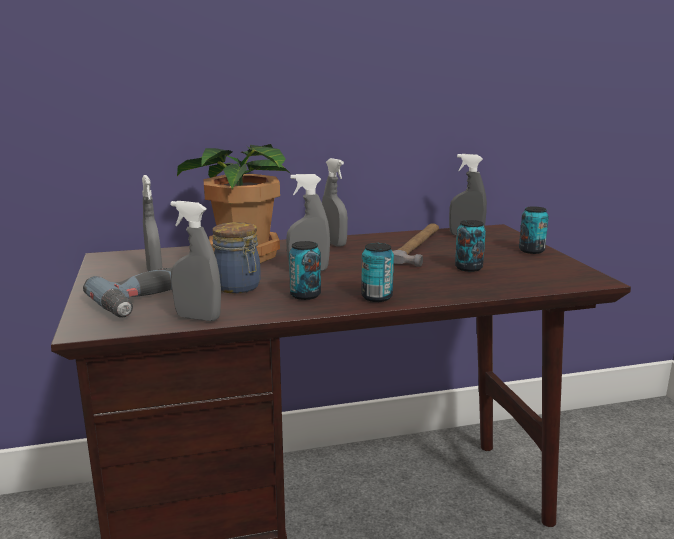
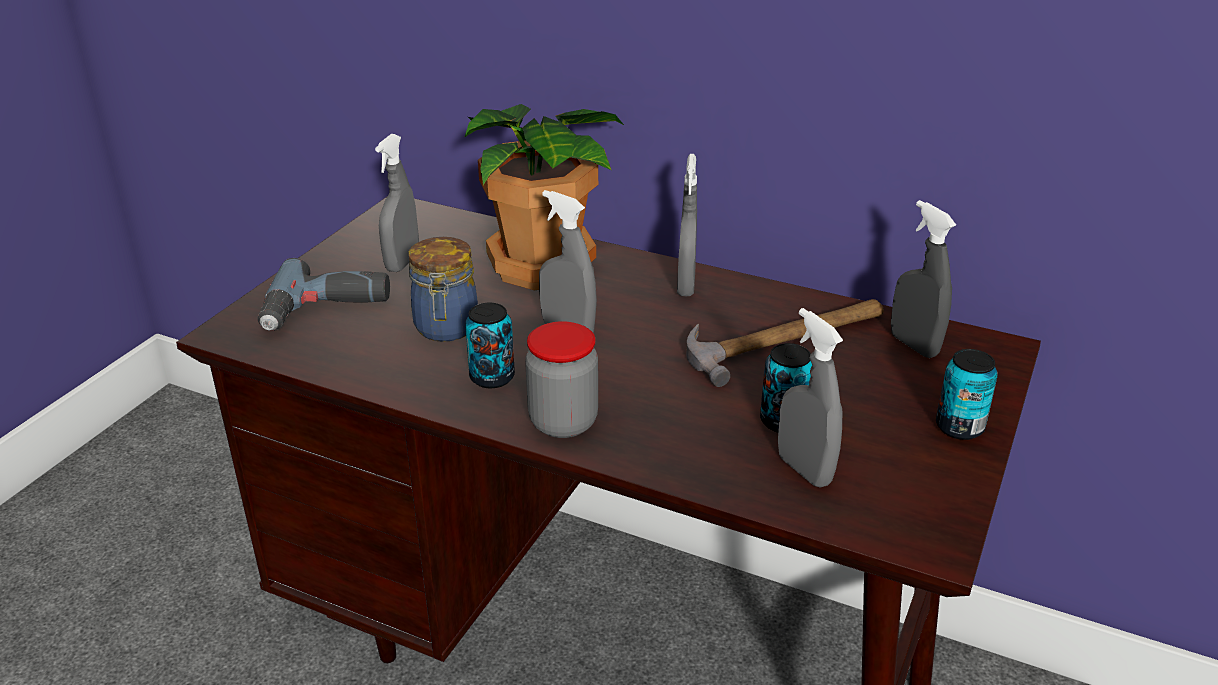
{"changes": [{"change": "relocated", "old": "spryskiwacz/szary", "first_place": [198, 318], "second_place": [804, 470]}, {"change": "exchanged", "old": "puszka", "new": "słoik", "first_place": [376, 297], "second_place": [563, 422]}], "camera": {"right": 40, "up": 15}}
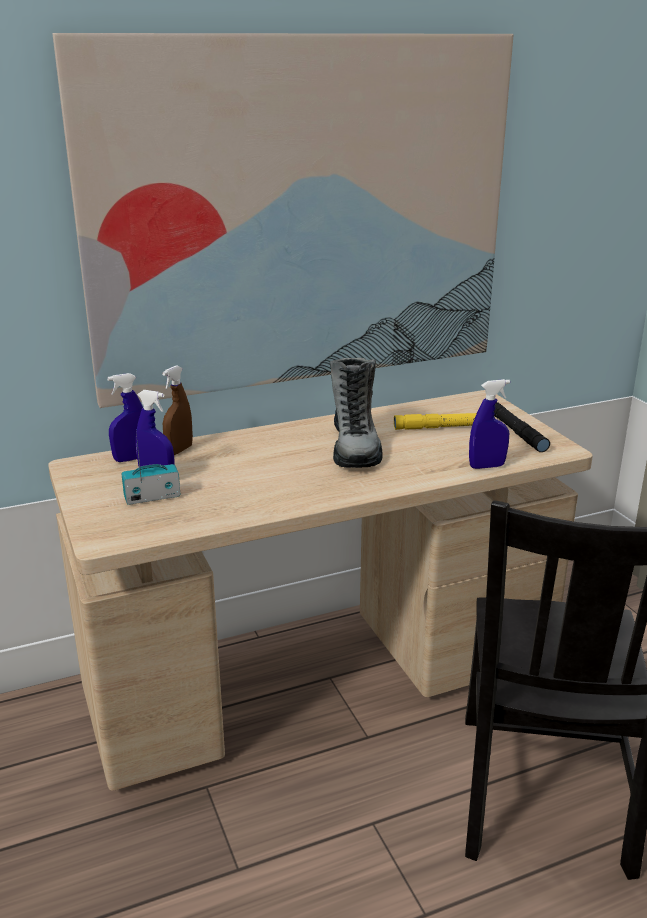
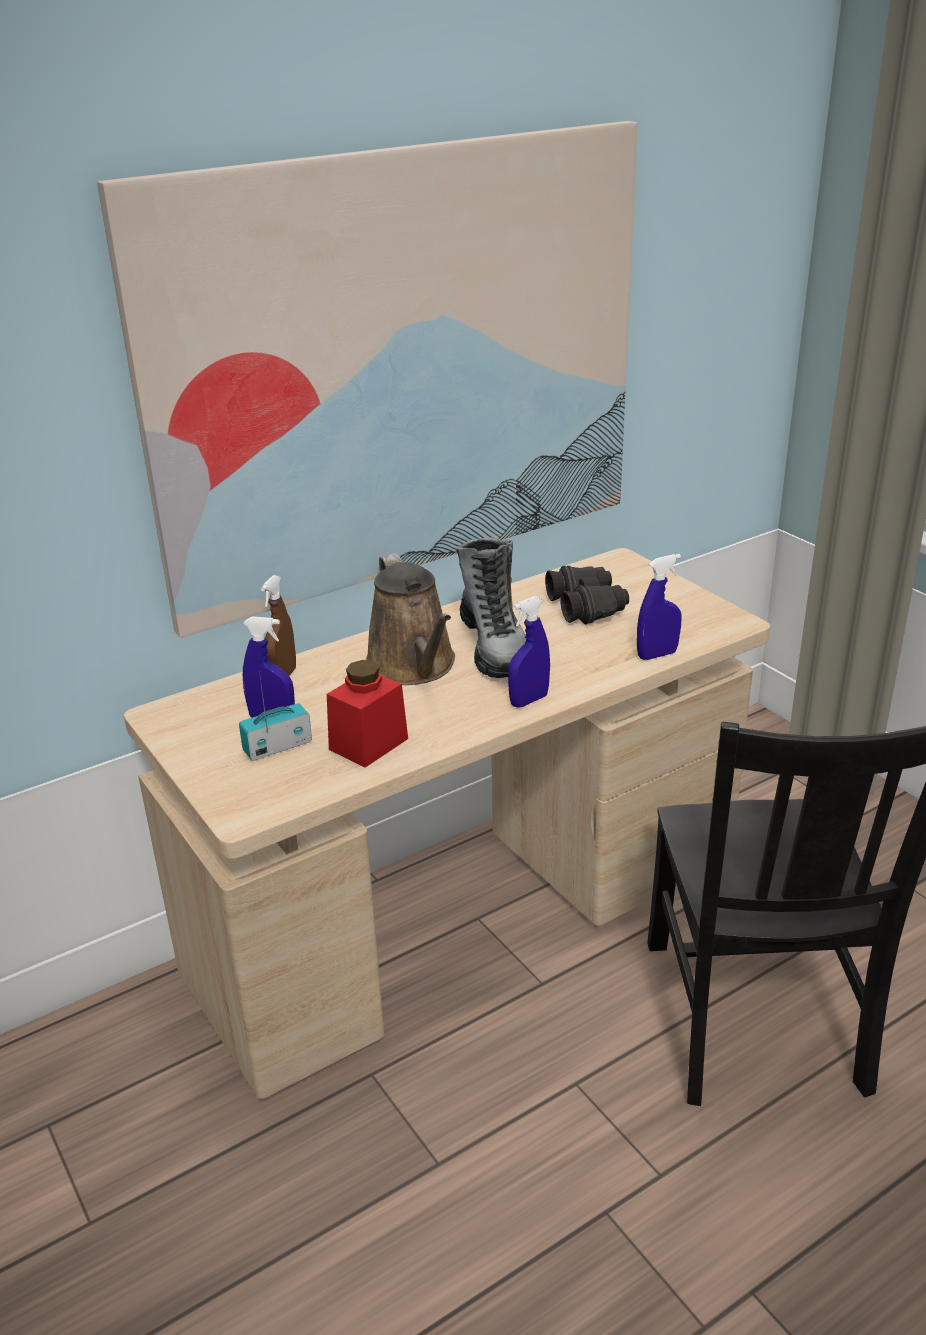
{"changes": [{"change": "relocated", "old": "spryskiwacz/niebieski", "first_place": [131, 459], "second_place": [529, 700]}, {"change": "exchanged", "old": "latarka/żółty", "new": "lornetka/czarny", "first_place": [441, 427], "second_place": [587, 607]}, {"change": "missing", "old": "latarka/czarny", "first_place": [517, 432]}, {"change": "appeared", "new": "słoik/czerwony", "second_place": [368, 744]}, {"change": "appeared", "new": "konewka/brązowy", "second_place": [414, 667]}], "camera": {"right": -10, "up": 5}}
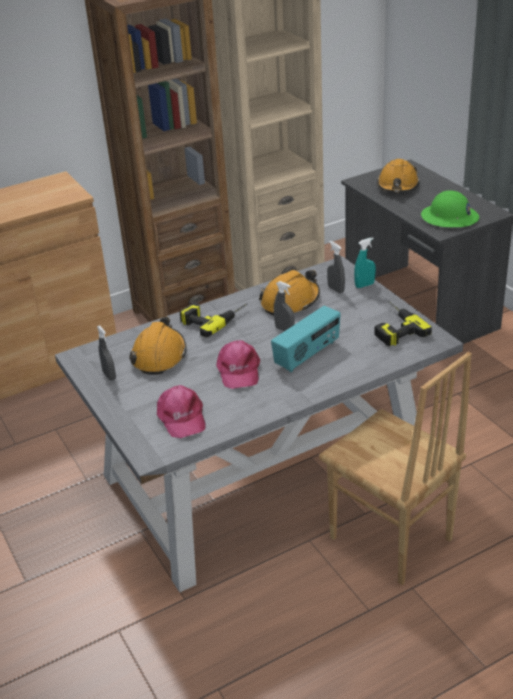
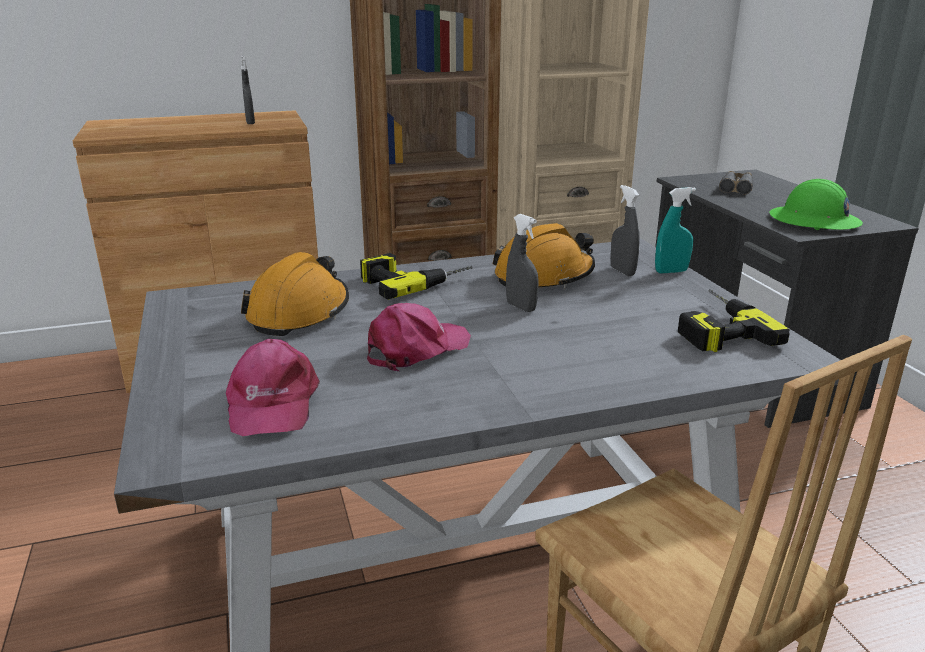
{"changes": [{"change": "relocated", "old": "spryskiwacz/szary", "first_place": [109, 376], "second_place": [250, 123]}, {"change": "spun", "old": "czapka z daszkiem/różowy", "first_place": [238, 370], "second_place": [416, 349], "degrees": -135}, {"change": "missing", "old": "radio", "first_place": [307, 355]}, {"change": "exchanged", "old": "kask/pomarańczowy", "new": "lornetka/szary", "first_place": [398, 186], "second_place": [736, 188]}], "camera": {"right": 10, "up": -10}}
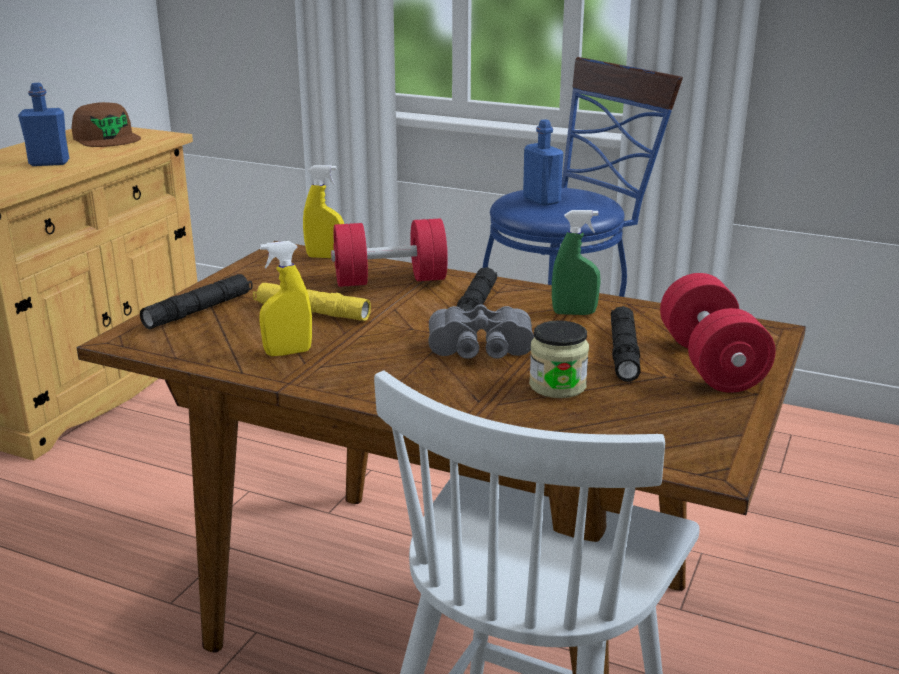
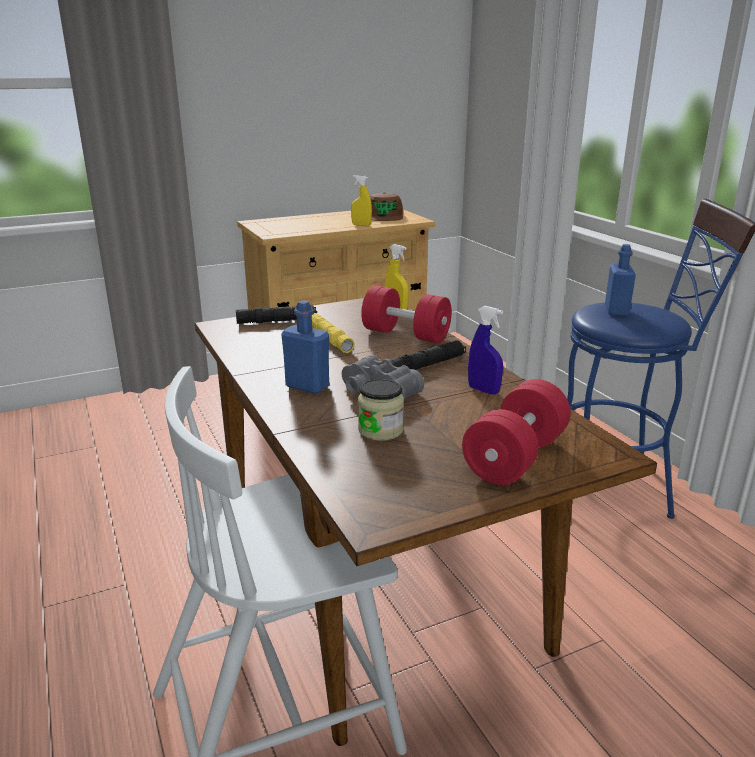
{"changes": [{"change": "relocated", "old": "butelka/niebieski", "first_place": [49, 163], "second_place": [307, 386]}, {"change": "relocated", "old": "spryskiwacz/żółty", "first_place": [288, 352], "second_place": [361, 225]}, {"change": "colour", "old": "spryskiwacz/zielony", "new": "spryskiwacz/niebieski", "first_place": [574, 313], "second_place": [483, 390]}, {"change": "missing", "old": "latarka/czarny", "first_place": [623, 352]}], "camera": {"right": 40, "up": 0}}
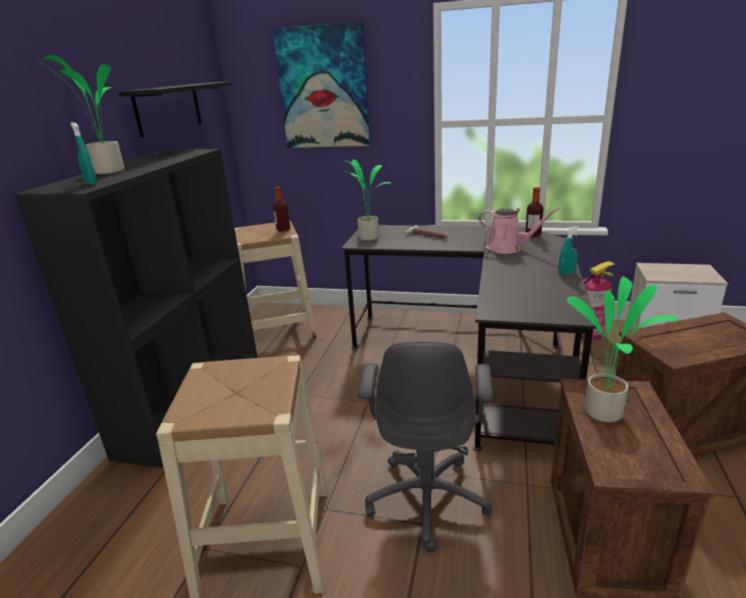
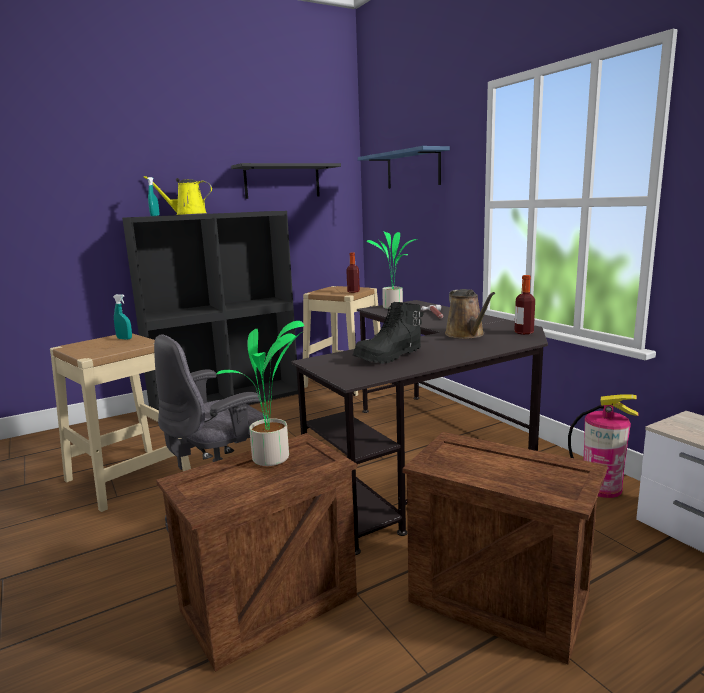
{"changes": [{"change": "exchanged", "old": "roślina doniczkowa", "new": "konewka/żółty", "first_place": [107, 172], "second_place": [187, 214]}, {"change": "exchanged", "old": "obraz", "new": "półka/niebieski", "first_place": [323, 88], "second_place": [413, 169]}, {"change": "colour", "old": "konewka/różowy", "new": "konewka/brązowy", "first_place": [508, 248], "second_place": [466, 335]}, {"change": "relocated", "old": "spryskiwacz/turkusowy", "first_place": [567, 273], "second_place": [124, 339]}, {"change": "appeared", "new": "but z cholewką/czarny", "second_place": [389, 357]}], "camera": {"right": 45, "up": -10}}
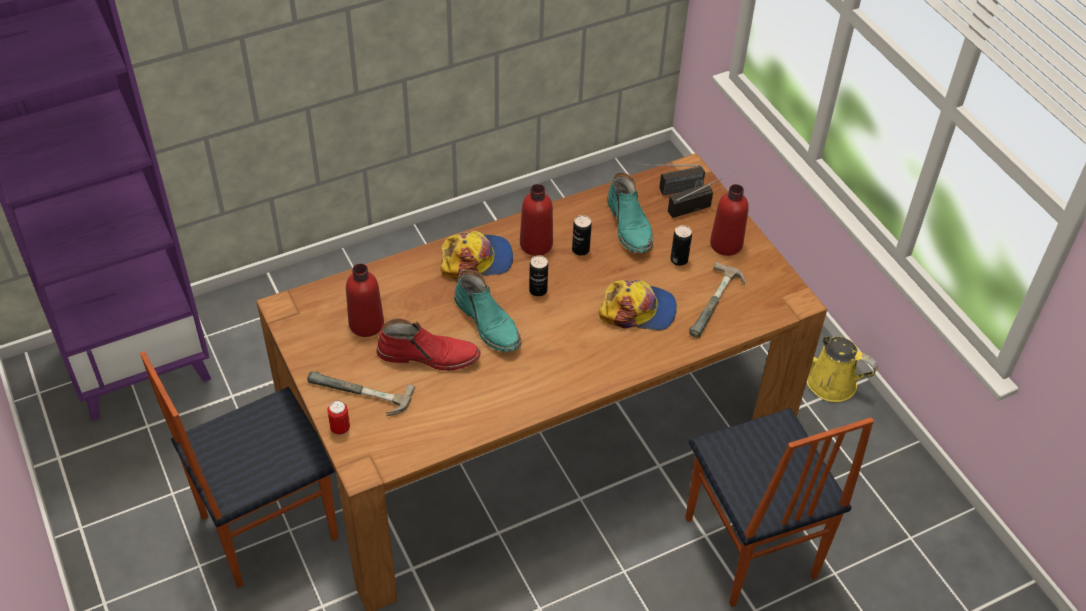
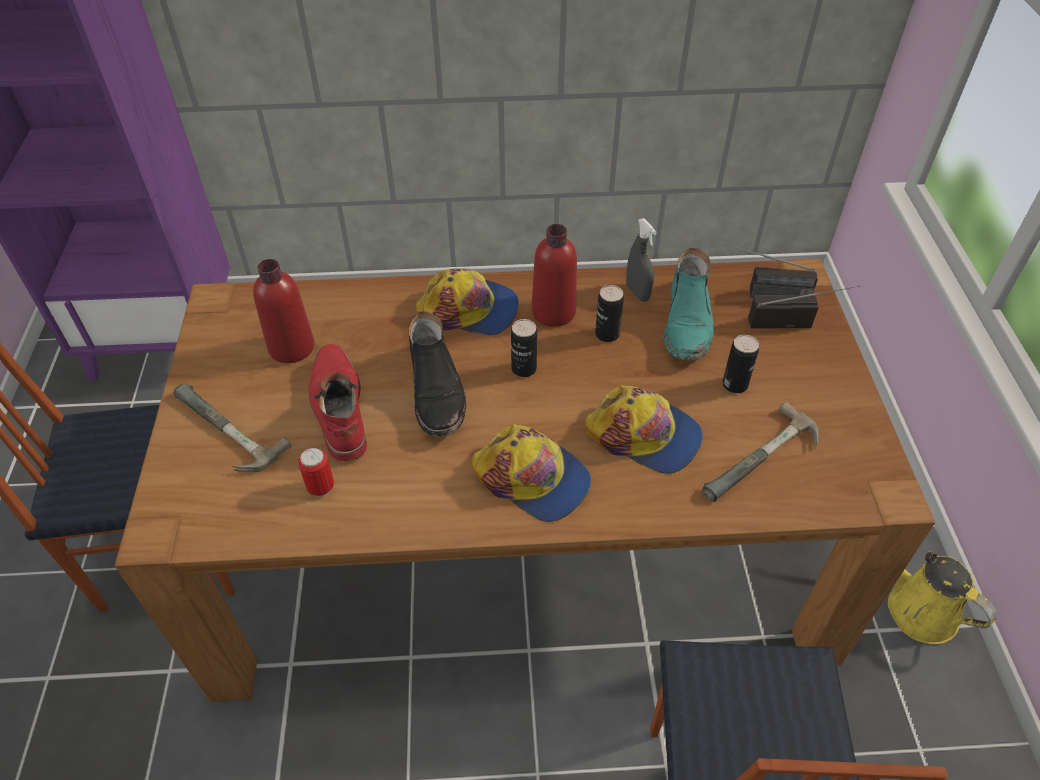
{"changes": [{"change": "relocated", "old": "puszka", "first_place": [340, 429], "second_place": [321, 487]}, {"change": "spun", "old": "but z cholewką/czerwony", "first_place": [429, 355], "second_place": [338, 408], "degrees": -135}, {"change": "colour", "old": "but z cholewką/turkusowy", "new": "but z cholewką/czarny", "first_place": [489, 323], "second_place": [437, 391]}, {"change": "missing", "old": "butelka/czerwony", "first_place": [726, 244]}, {"change": "appeared", "new": "czapka z daszkiem", "second_place": [532, 478]}, {"change": "appeared", "new": "spryskiwacz/szary", "second_place": [637, 292]}], "camera": {"right": 25, "up": 0}}
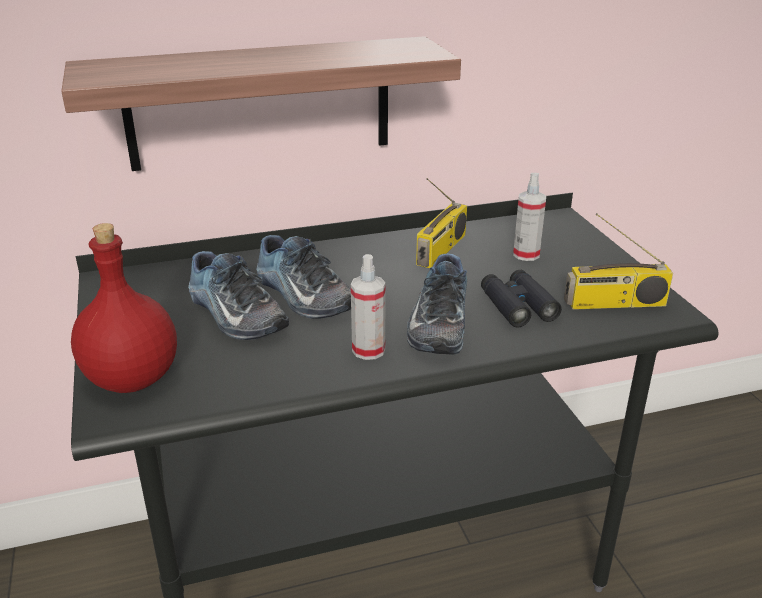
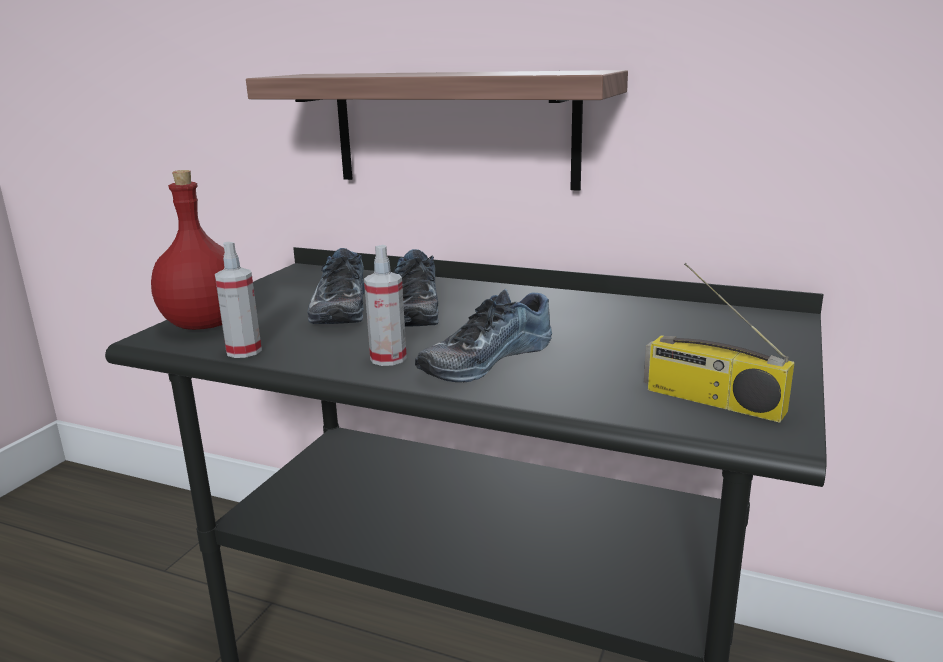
{"changes": [{"change": "missing", "old": "radio", "first_place": [441, 250]}, {"change": "missing", "old": "lornetka/czarny", "first_place": [518, 306]}, {"change": "relocated", "old": "spryskiwacz", "first_place": [526, 254], "second_place": [244, 351]}], "camera": {"right": 40, "up": -10}}
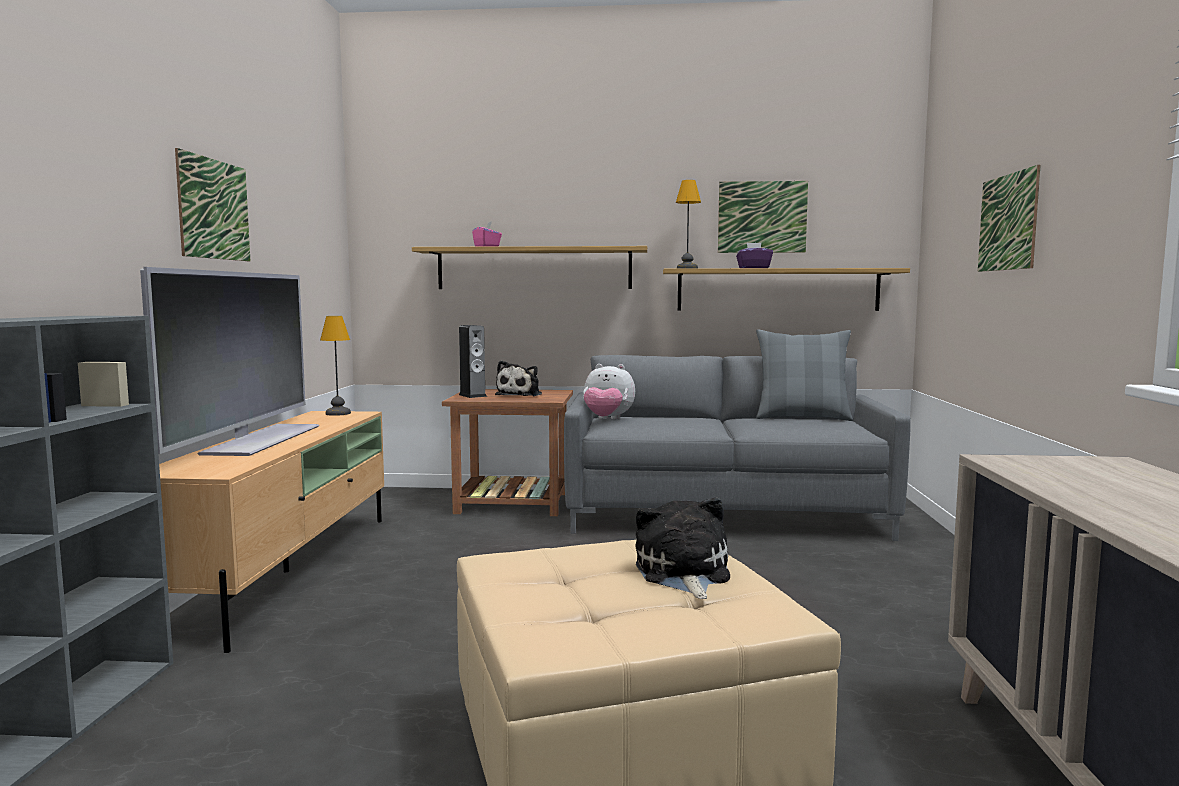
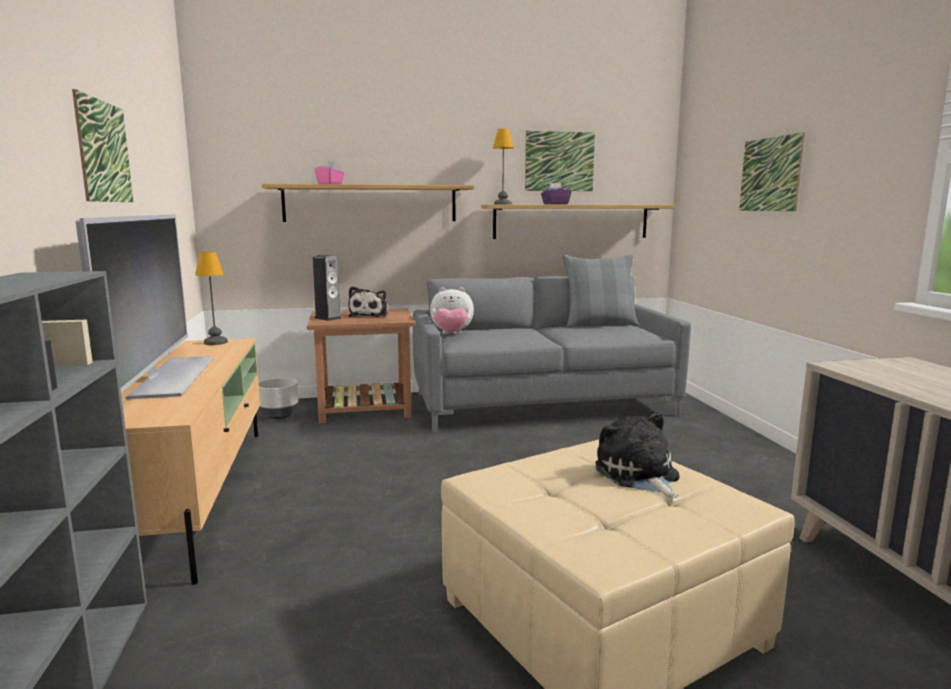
{"changes": [{"change": "appeared", "new": "donica/szary", "second_place": [279, 416]}], "camera": {"right": -15, "up": 5}}
